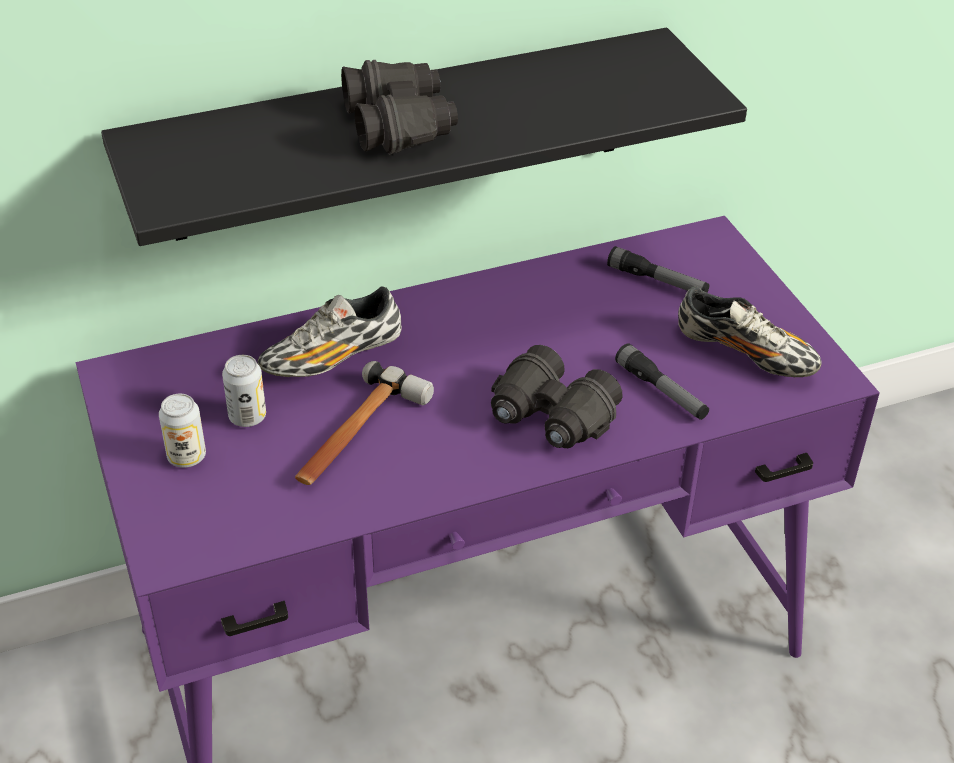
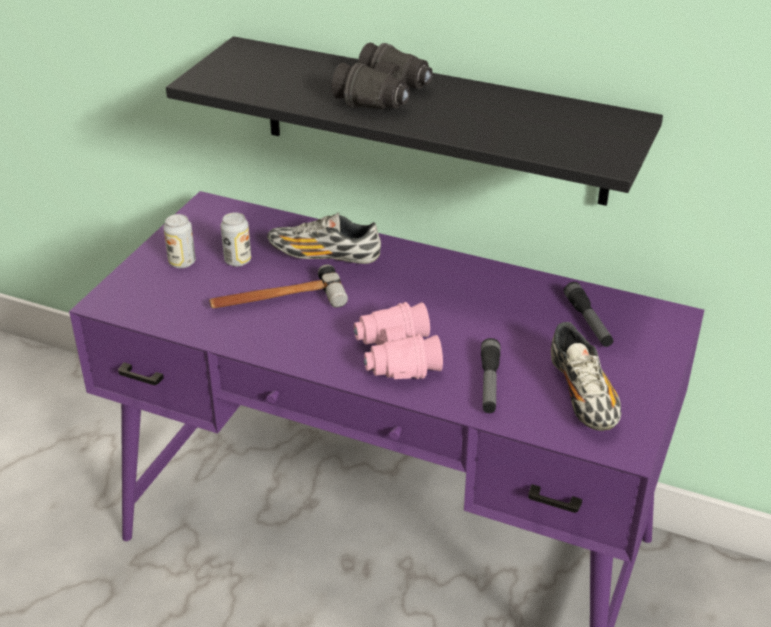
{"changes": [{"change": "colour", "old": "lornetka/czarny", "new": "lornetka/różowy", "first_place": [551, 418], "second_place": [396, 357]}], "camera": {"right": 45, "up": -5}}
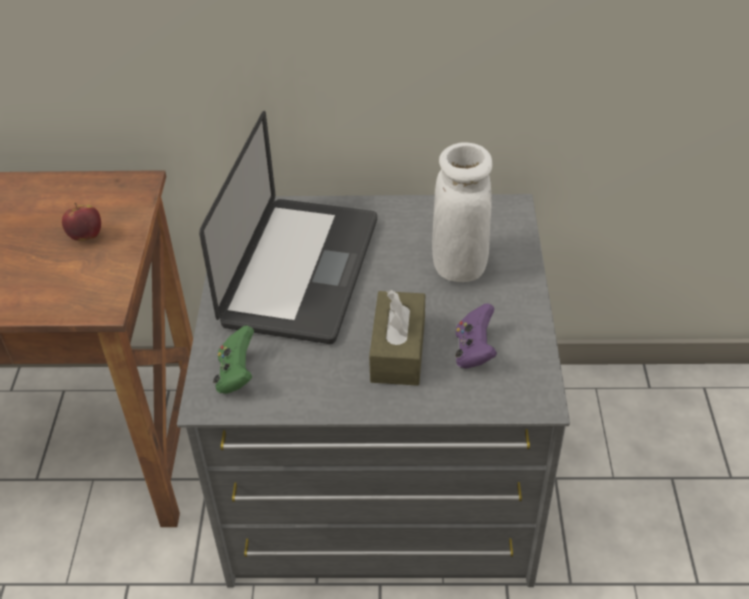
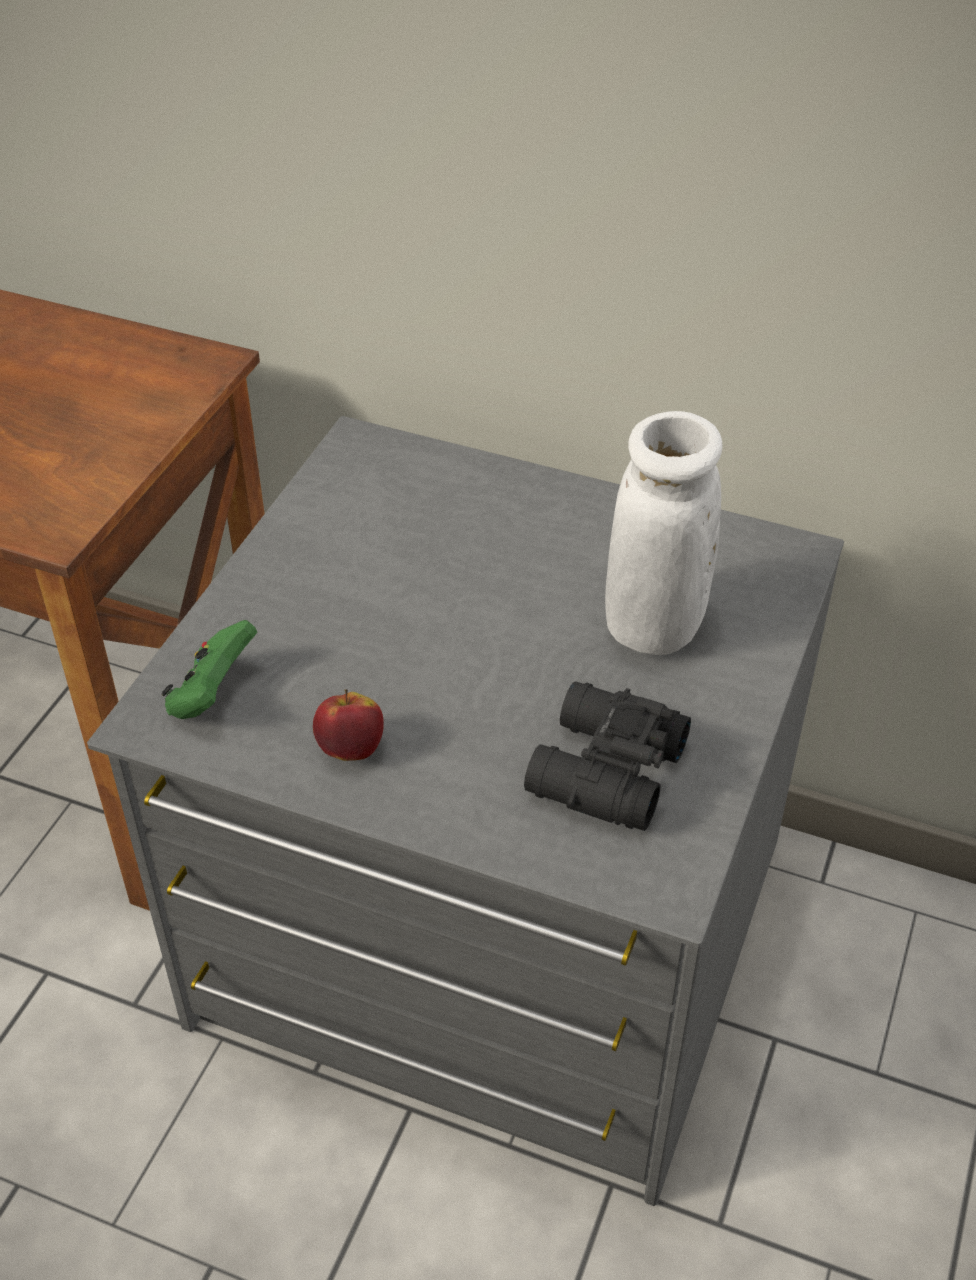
{"changes": [{"change": "relocated", "old": "jabłko", "first_place": [86, 236], "second_place": [350, 748]}, {"change": "missing", "old": "laptop", "first_place": [301, 271]}, {"change": "missing", "old": "pudełko chusteczek/brązowy", "first_place": [398, 350]}, {"change": "exchanged", "old": "pad do gier/fioletowy", "new": "lornetka/czarny", "first_place": [474, 351], "second_place": [602, 772]}], "camera": {"right": 20, "up": 0}}
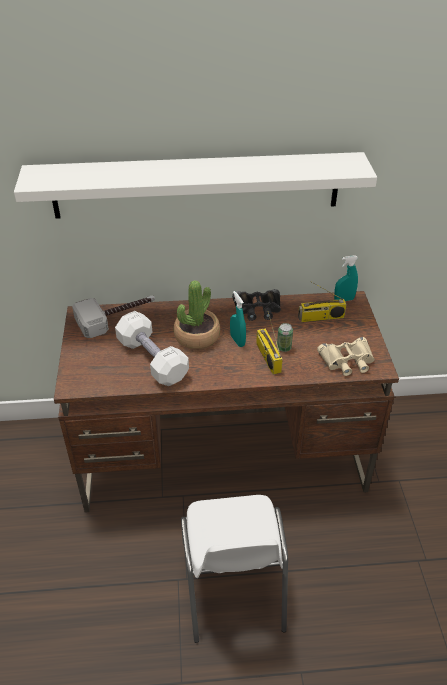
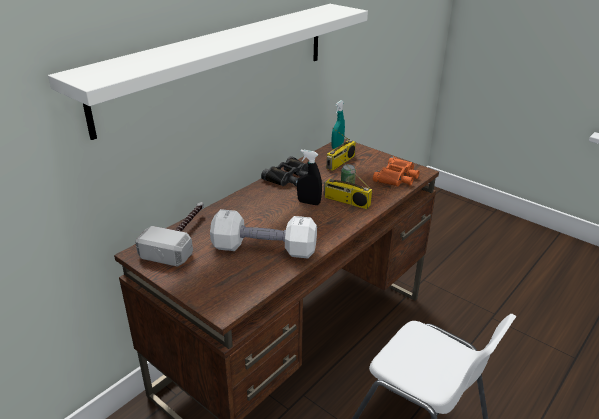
{"changes": [{"change": "missing", "old": "roślina doniczkowa", "first_place": [197, 336]}, {"change": "colour", "old": "spryskiwacz/turkusowy", "new": "spryskiwacz/czarny", "first_place": [237, 341], "second_place": [309, 203]}, {"change": "colour", "old": "lornetka/beżowy", "new": "lornetka/pomarańczowy", "first_place": [347, 361], "second_place": [397, 177]}], "camera": {"right": -45, "up": -10}}
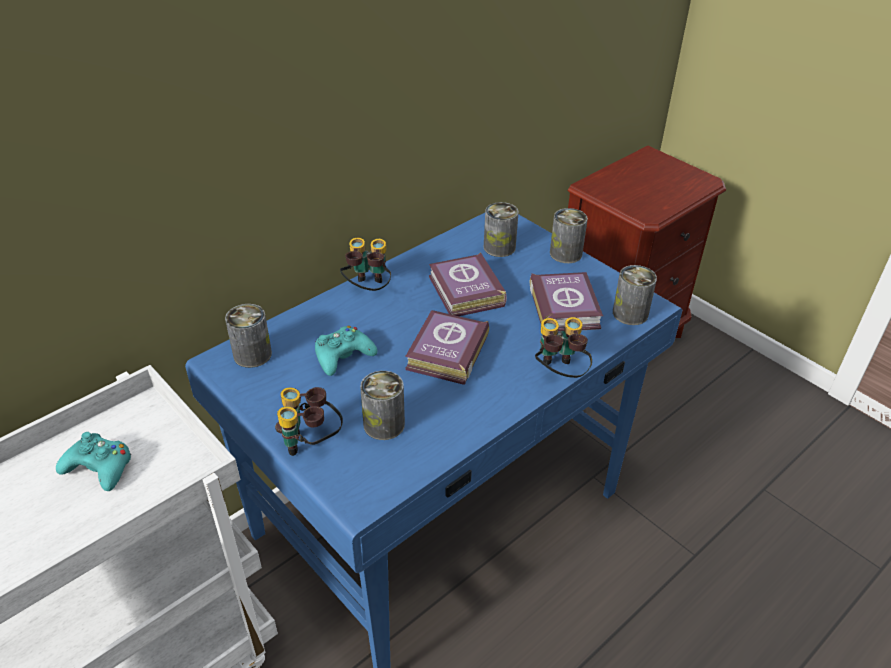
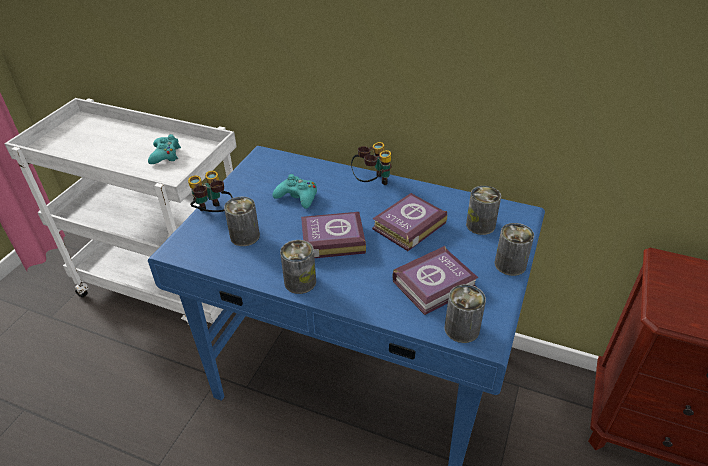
{"changes": [{"change": "relocated", "old": "puszka", "first_place": [252, 354], "second_place": [300, 282]}, {"change": "missing", "old": "lornetka", "first_place": [558, 373]}], "camera": {"right": 65, "up": 0}}
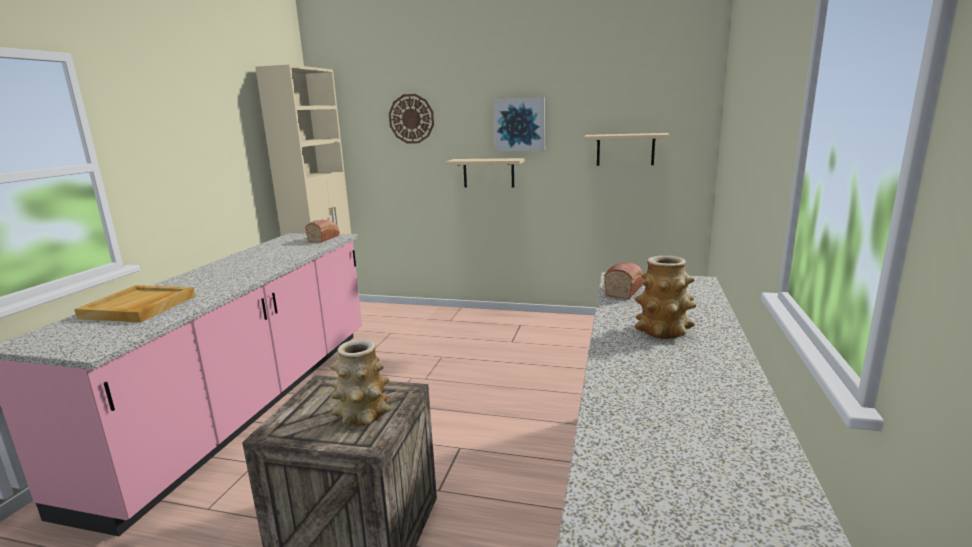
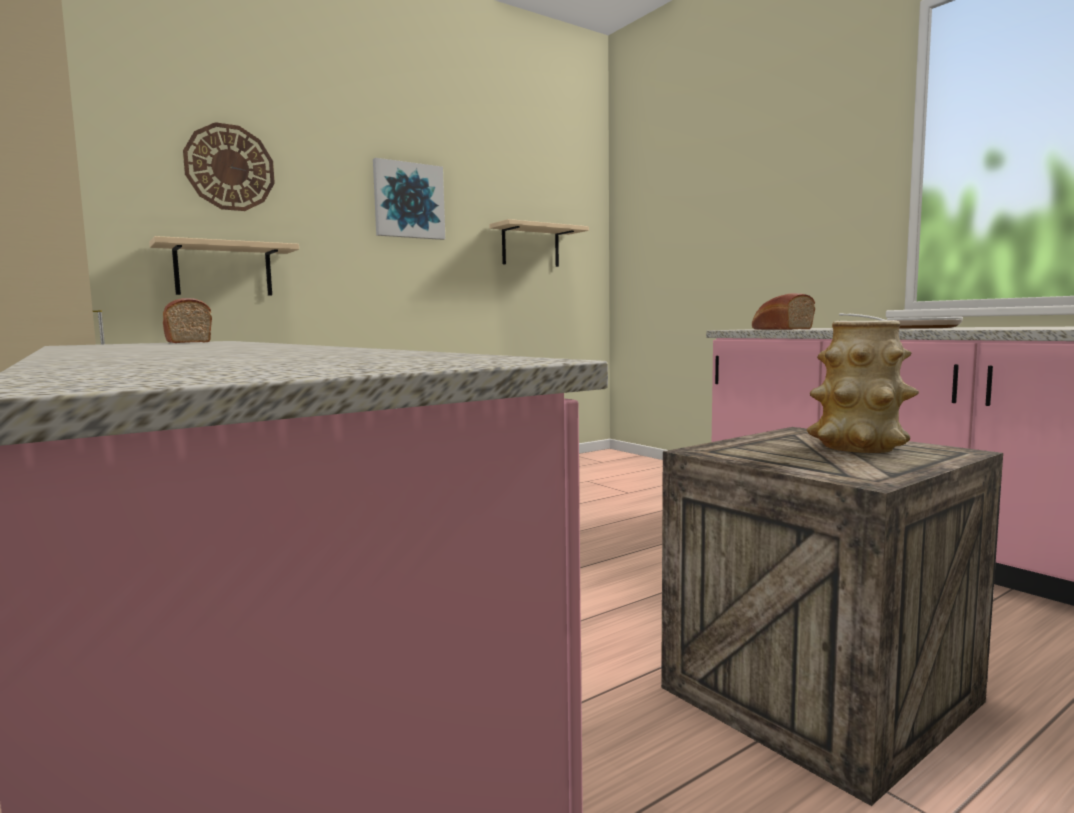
{"changes": [{"change": "missing", "old": "taca/beżowy", "first_place": [139, 307]}, {"change": "relocated", "old": "półka/beżowy", "first_place": [488, 173], "second_place": [223, 270]}, {"change": "exchanged", "old": "wazon", "new": "patelnia", "first_place": [663, 331], "second_place": [915, 328]}], "camera": {"right": -50, "up": -10}}
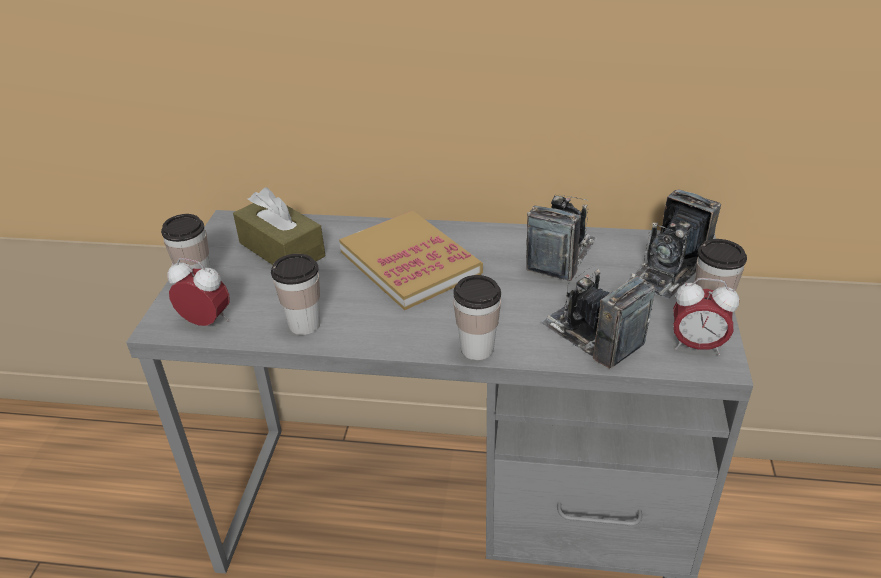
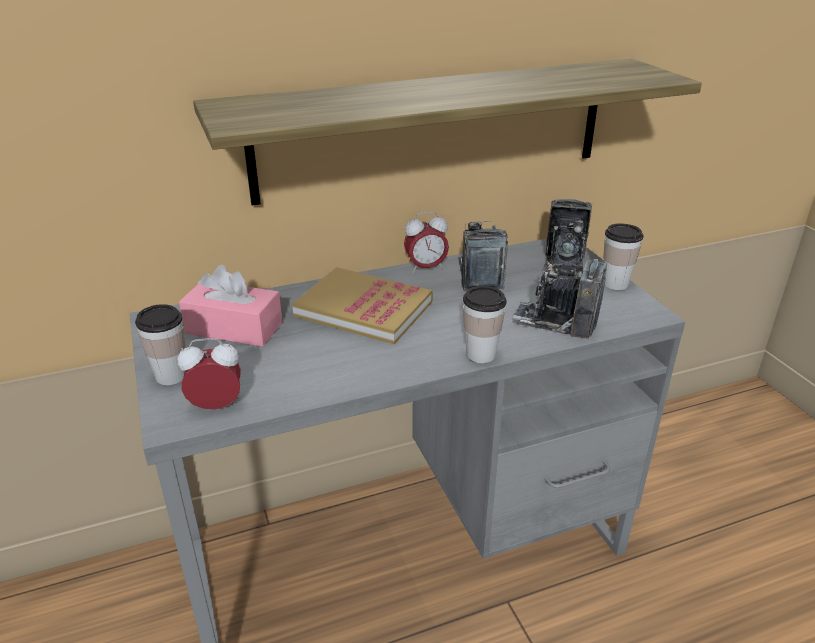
{"changes": [{"change": "colour", "old": "pudełko chusteczek/brązowy", "new": "pudełko chusteczek/różowy", "first_place": [282, 250], "second_place": [234, 328]}, {"change": "missing", "old": "filiżanka", "first_place": [304, 324]}, {"change": "relocated", "old": "budzik", "first_place": [696, 346], "second_place": [425, 268]}, {"change": "appeared", "new": "półka", "second_place": [433, 129]}], "camera": {"right": -30, "up": -5}}
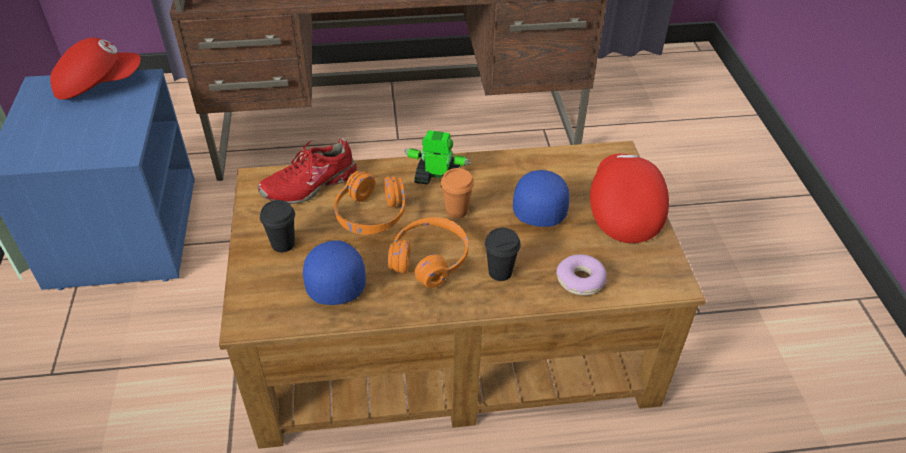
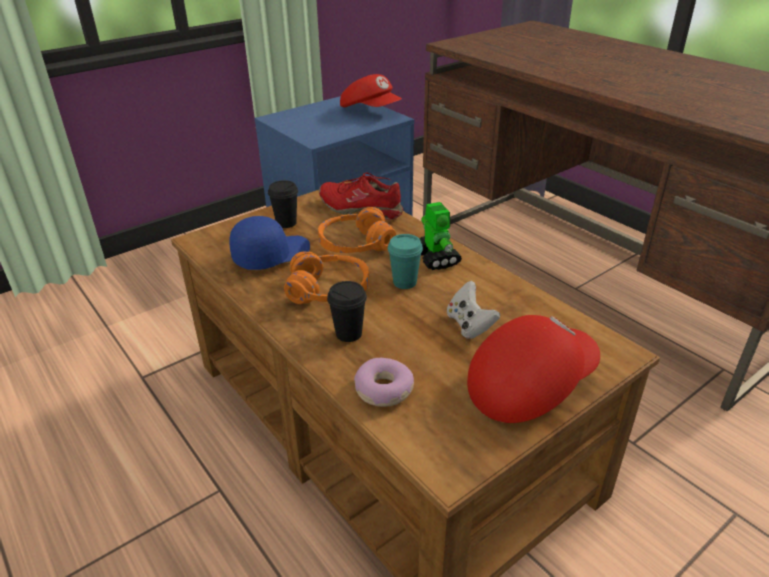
{"changes": [{"change": "colour", "old": "filiżanka/pomarańczowy", "new": "filiżanka/turkusowy", "first_place": [456, 211], "second_place": [404, 282]}, {"change": "exchanged", "old": "czapka z daszkiem/niebieski", "new": "pad do gier/biały", "first_place": [540, 203], "second_place": [469, 325]}], "camera": {"right": 60, "up": -10}}
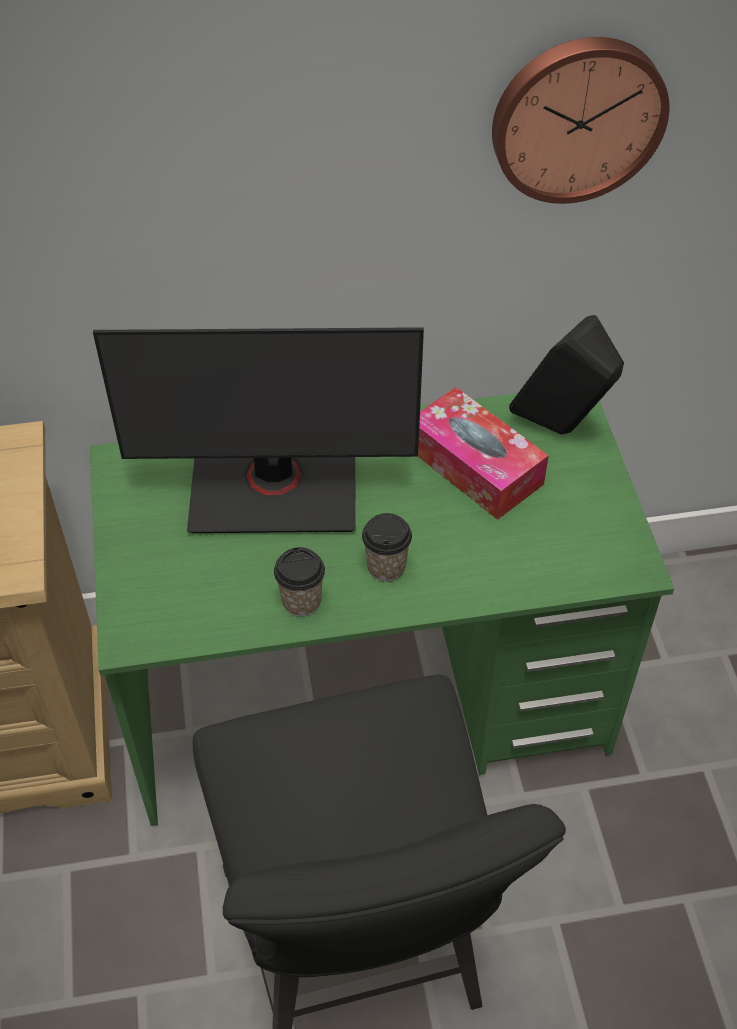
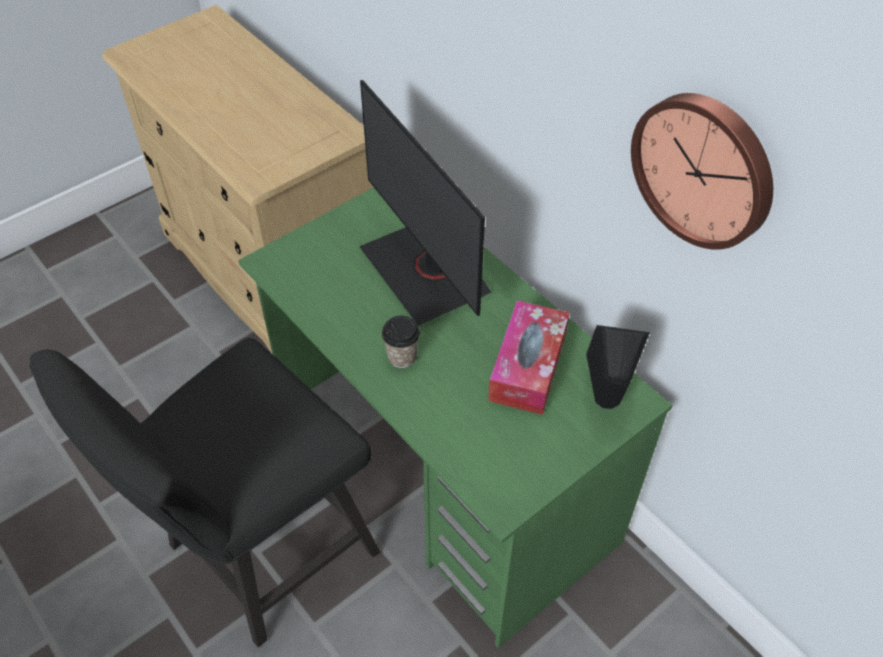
{"changes": [{"change": "missing", "old": "filiżanka", "first_place": [301, 601]}], "camera": {"right": 60, "up": 0}}
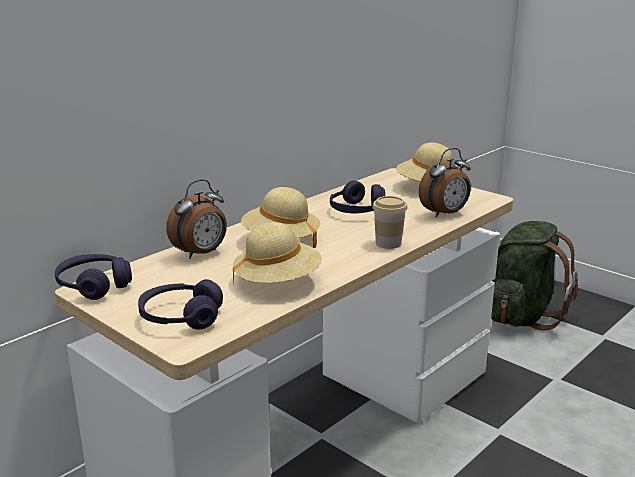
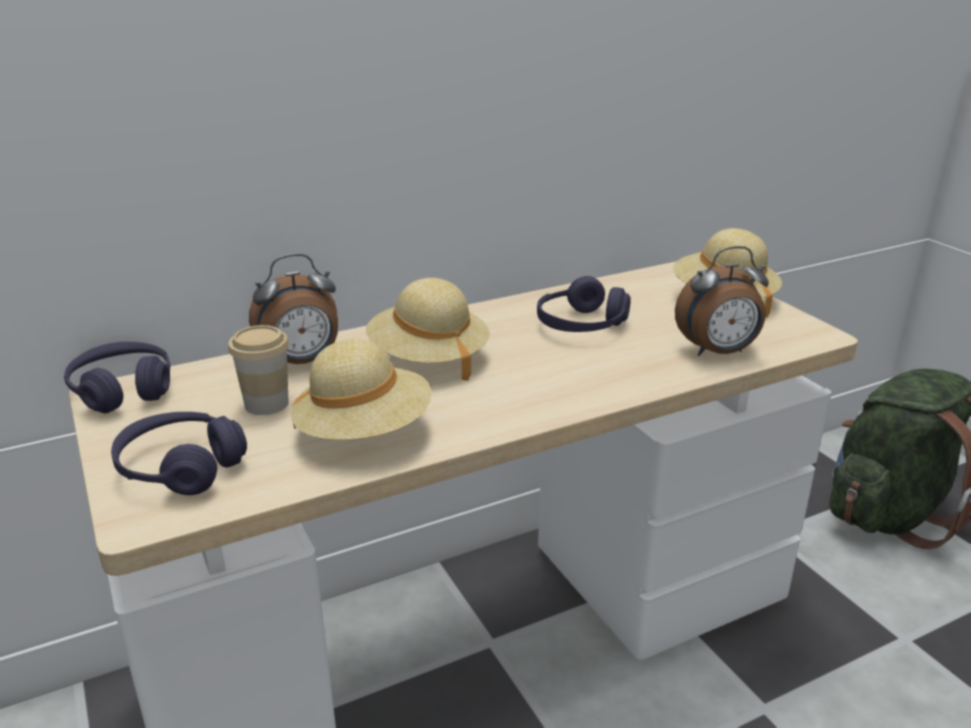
{"changes": [{"change": "relocated", "old": "filiżanka", "first_place": [388, 243], "second_place": [266, 404]}], "camera": {"right": 20, "up": 5}}
